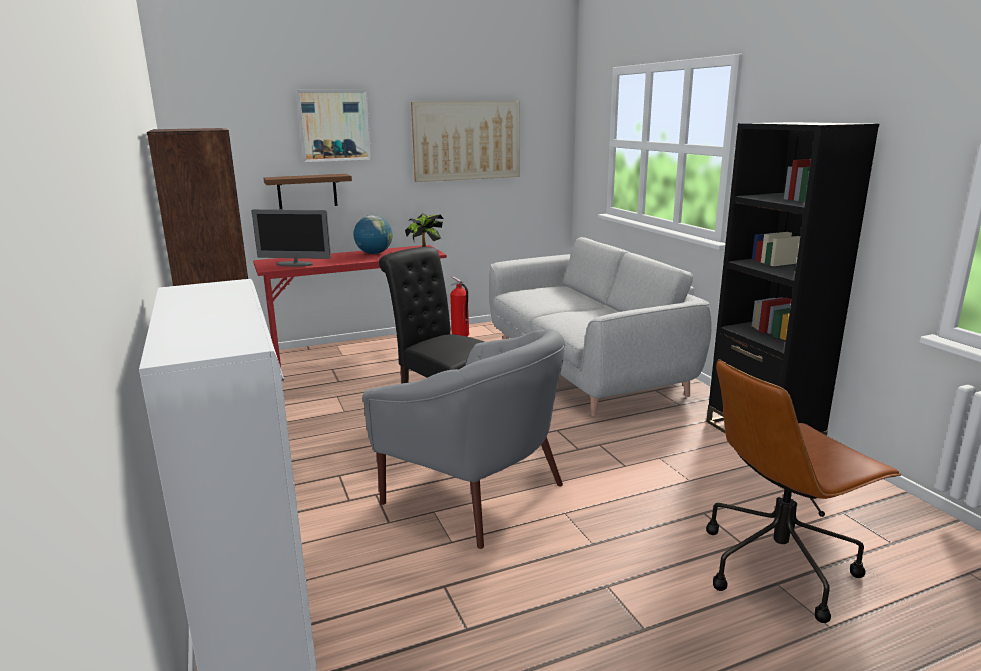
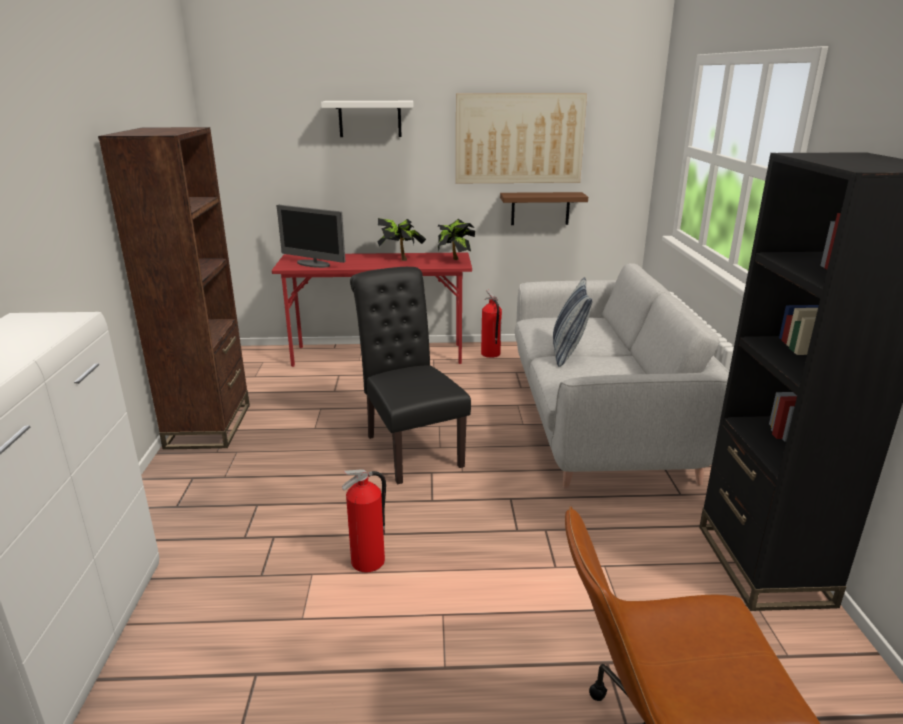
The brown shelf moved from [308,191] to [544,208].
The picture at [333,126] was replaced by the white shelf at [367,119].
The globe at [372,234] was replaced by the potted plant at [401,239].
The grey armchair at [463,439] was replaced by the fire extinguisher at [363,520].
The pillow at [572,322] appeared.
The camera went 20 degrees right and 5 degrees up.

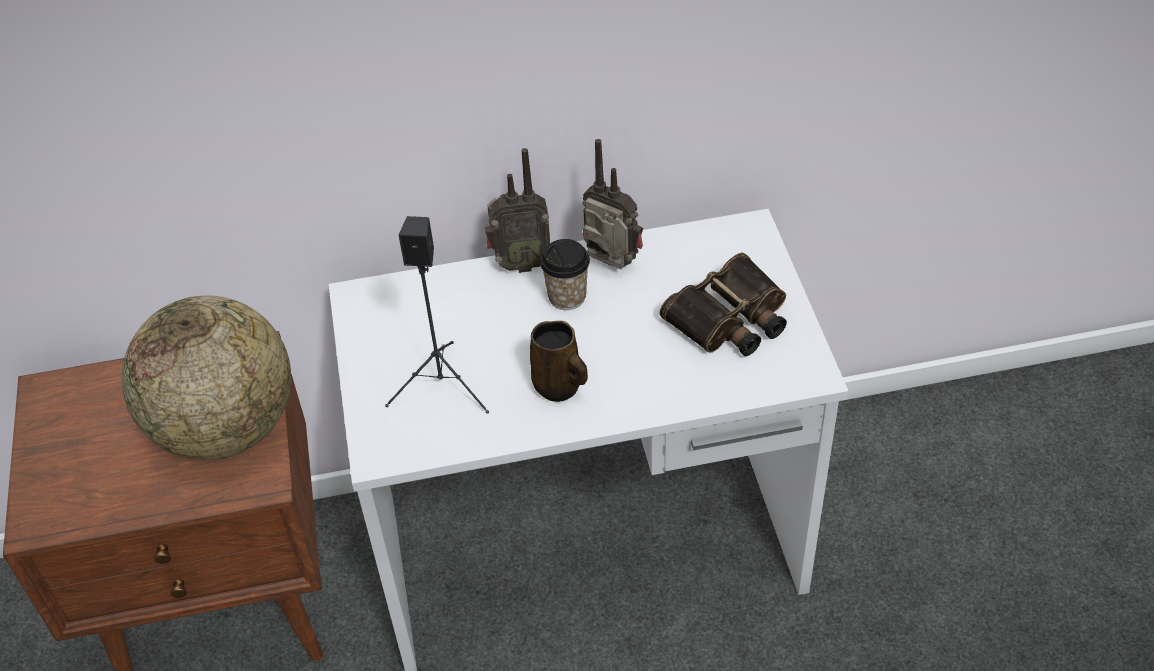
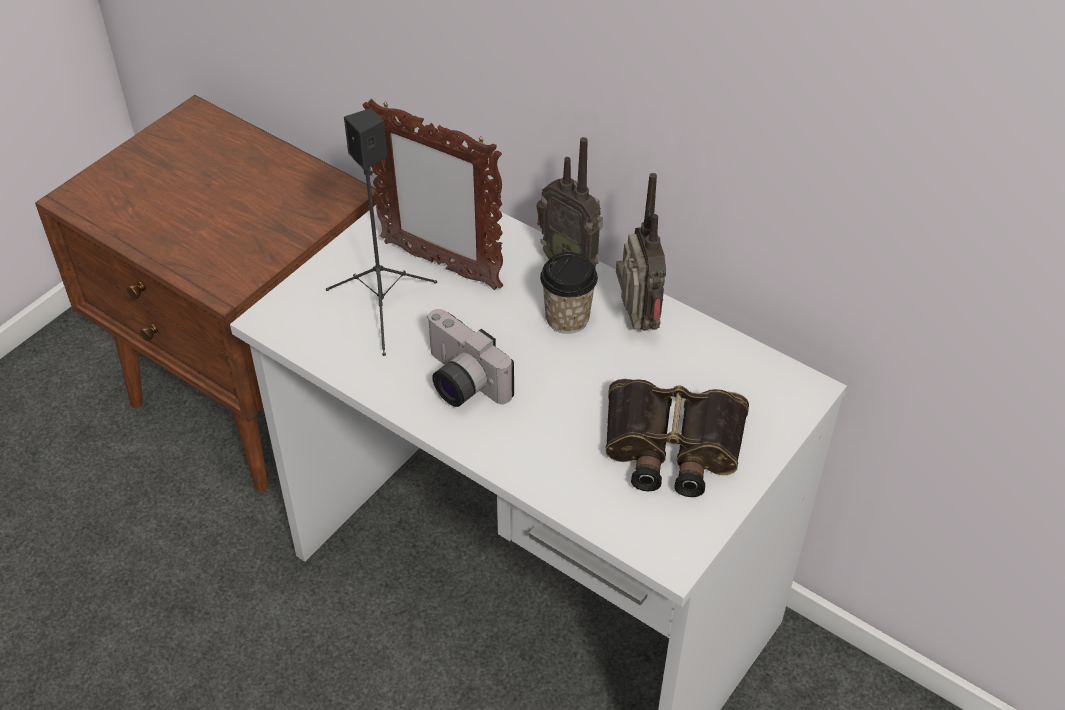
The globe at [206,377] disappeared.
The brown mug at [559,361] was replaced by the photo camera at [470,358].
The picture frame at [432,194] appeared.
The camera went 45 degrees right and 0 degrees up.

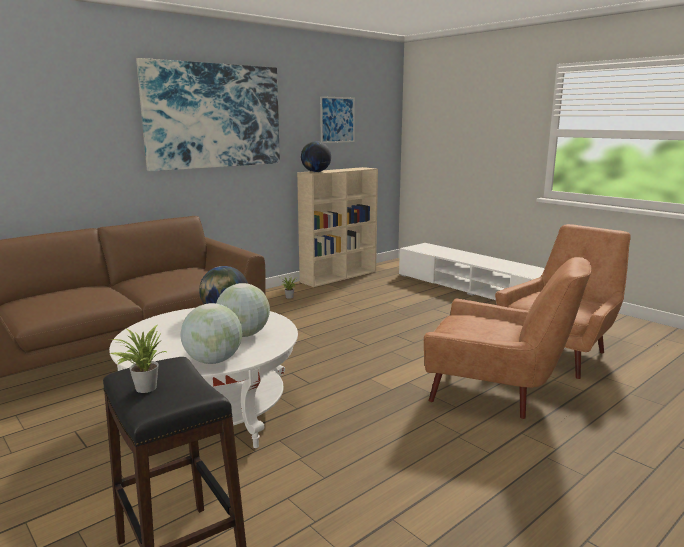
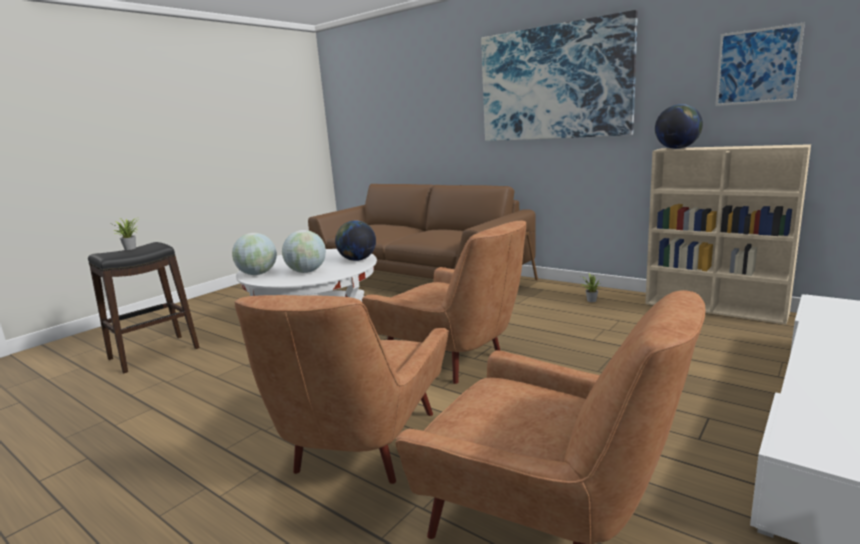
The brown armchair at [444,302] appeared.
The camera went 80 degrees right and 0 degrees up.

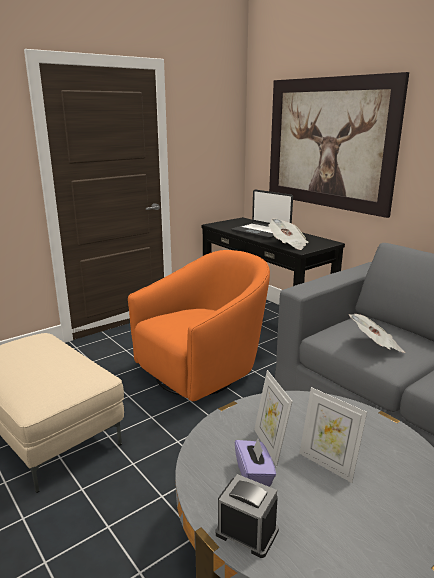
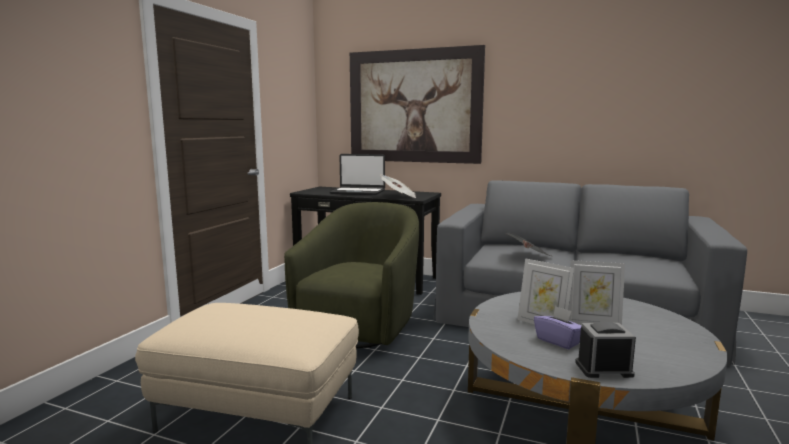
The orange armchair at [199,325] became the green armchair at [351,275].
The camera went 30 degrees left and 10 degrees down.

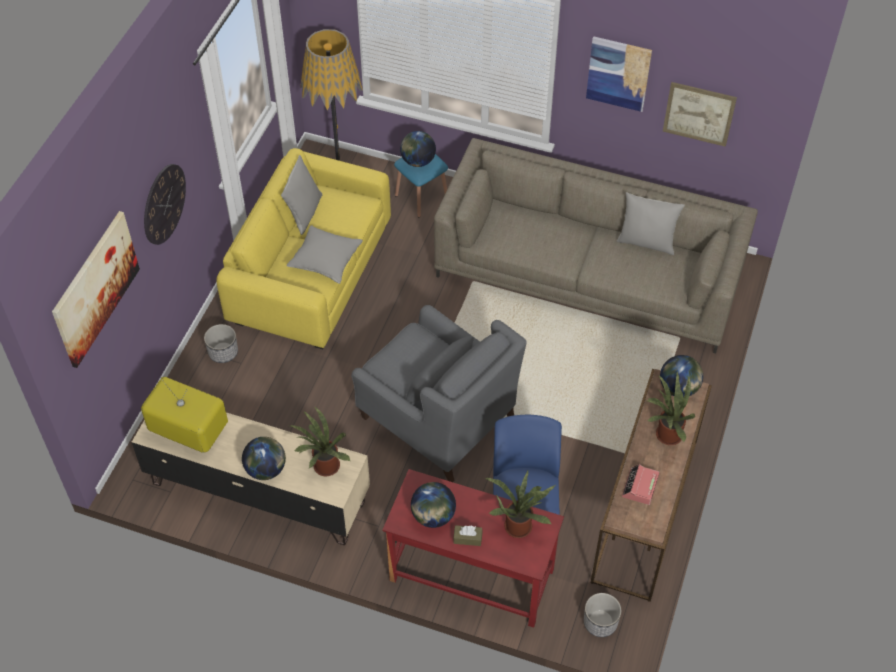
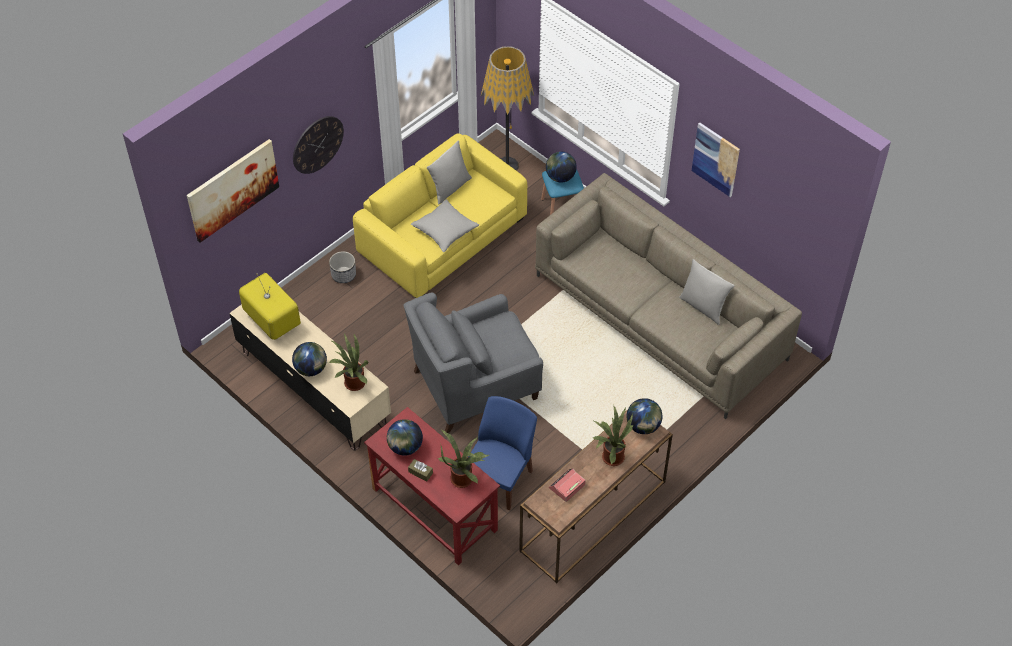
The grey armchair at [439,393] turned 90 degrees clockwise.
The planter at [602,615] disappeared.
The picture at [700,114] disappeared.
The camera went 25 degrees right and 0 degrees up.

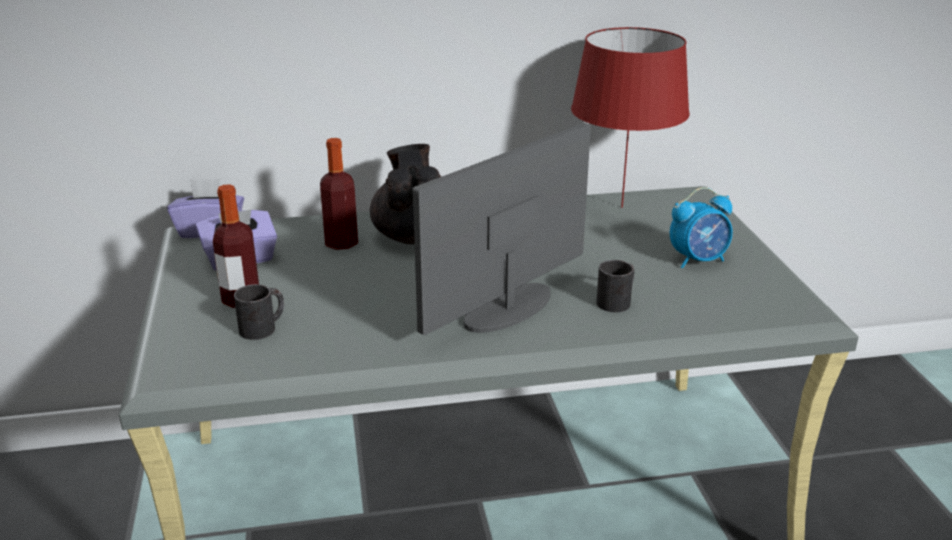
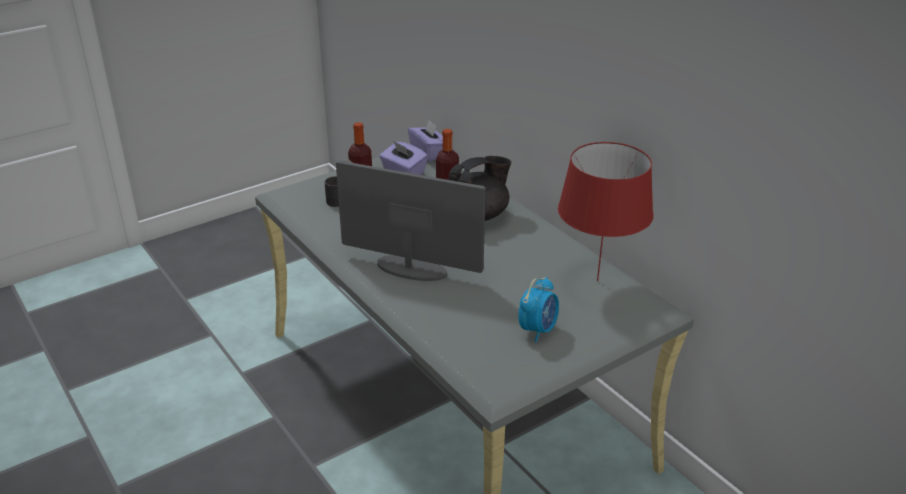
The black mug at [615,286] disappeared.
The alarm clock at [701,227] turned 105 degrees counterclockwise.
The camera went 65 degrees right and 5 degrees up.

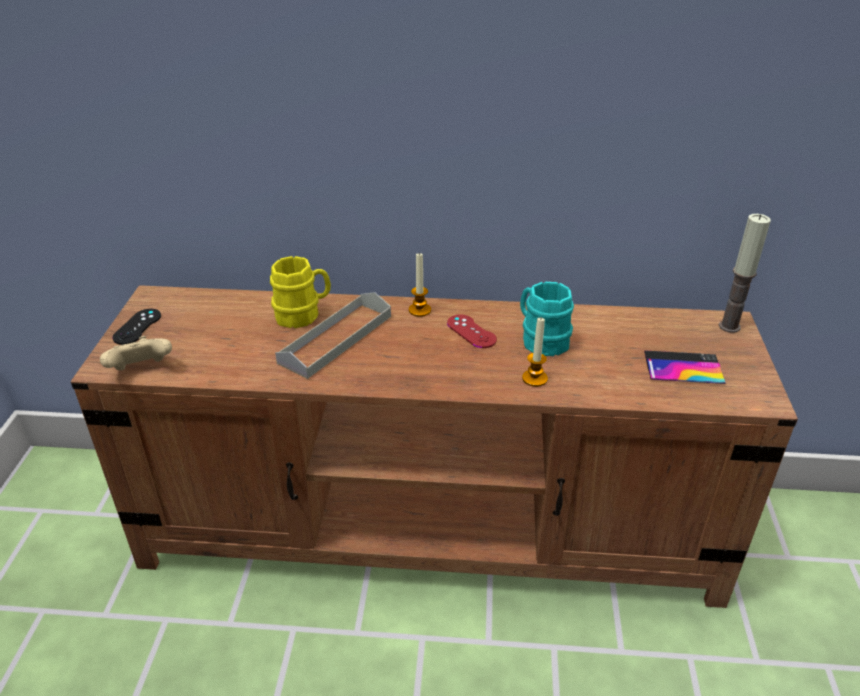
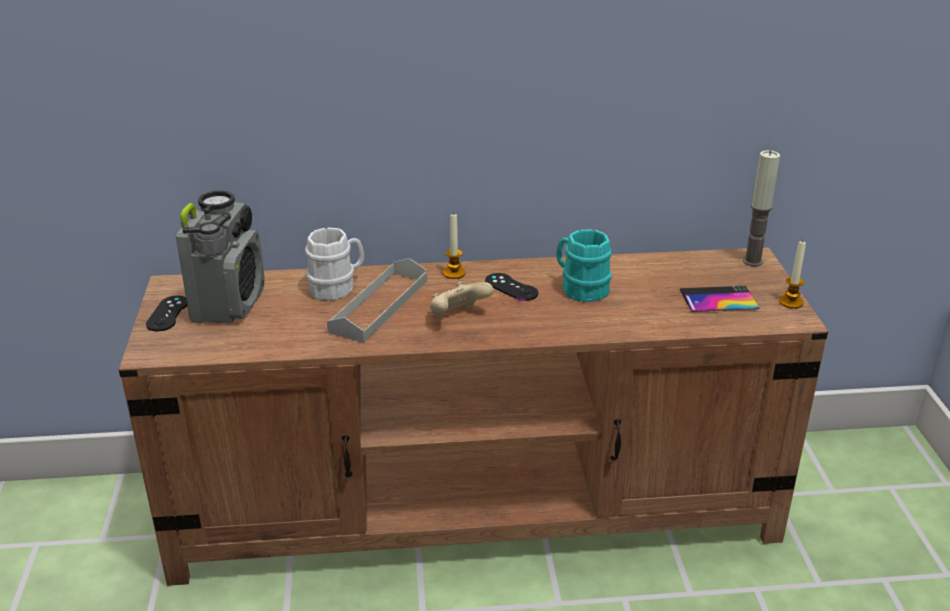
The beige game controller moved from [136,353] to [461,300].
The yellow mug at [300,292] became the white mug at [334,264].
The red game controller at [472,331] became the black game controller at [511,287].
The candle moved from [535,352] to [792,274].
The radio at [220,257] appeared.
The camera went 10 degrees left and 5 degrees down.

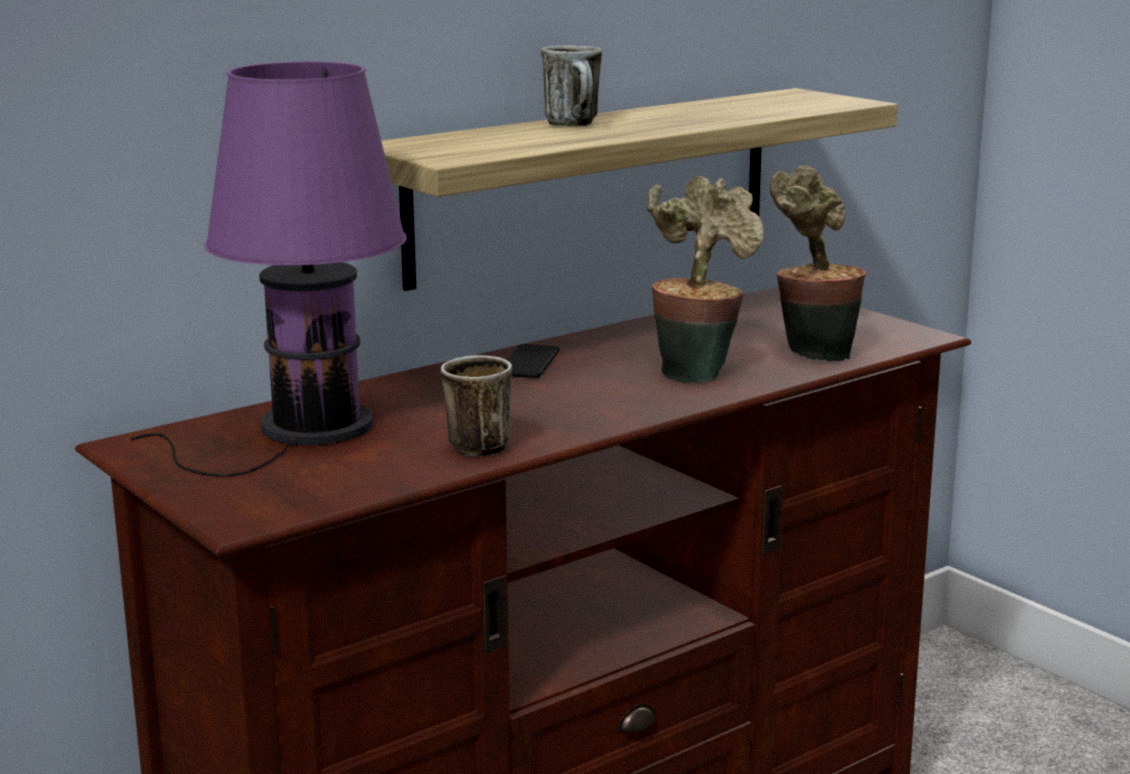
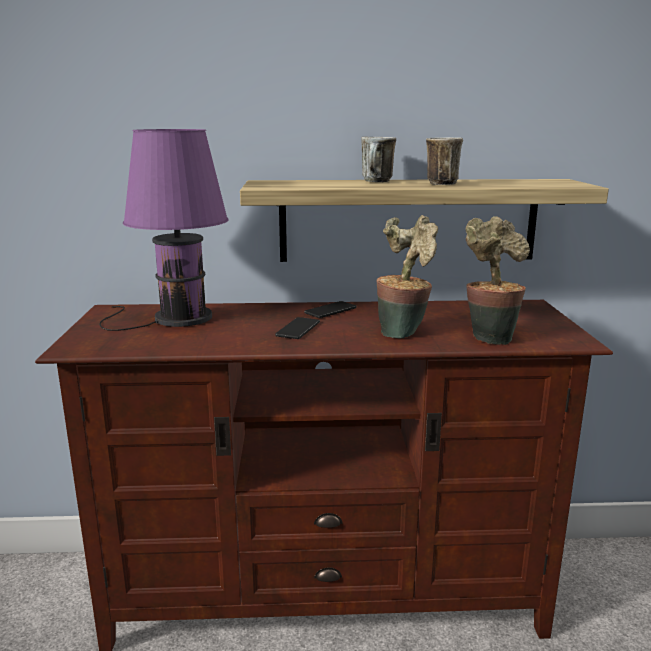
The mug moved from [476,406] to [444,161].
The phone at [297,328] appeared.
The camera went 35 degrees right and 0 degrees up.

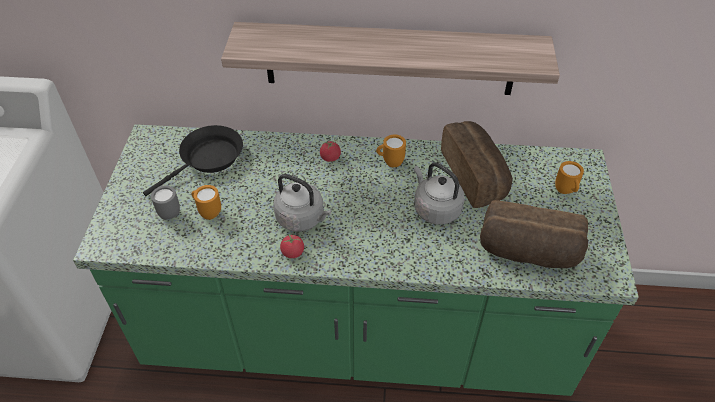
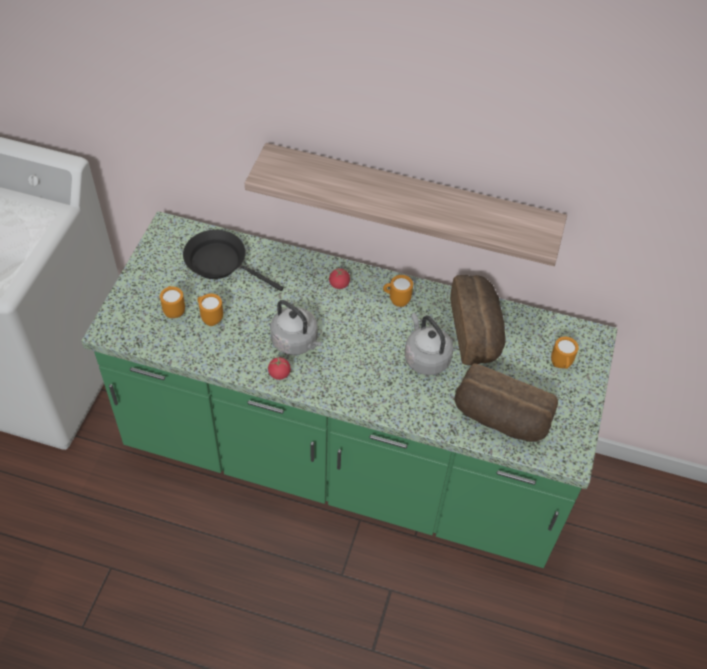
The black frying pan at [193,160] turned 120 degrees counterclockwise.
The grey mug at [165,203] became the orange mug at [172,302].
The camera went 10 degrees right and 5 degrees up.

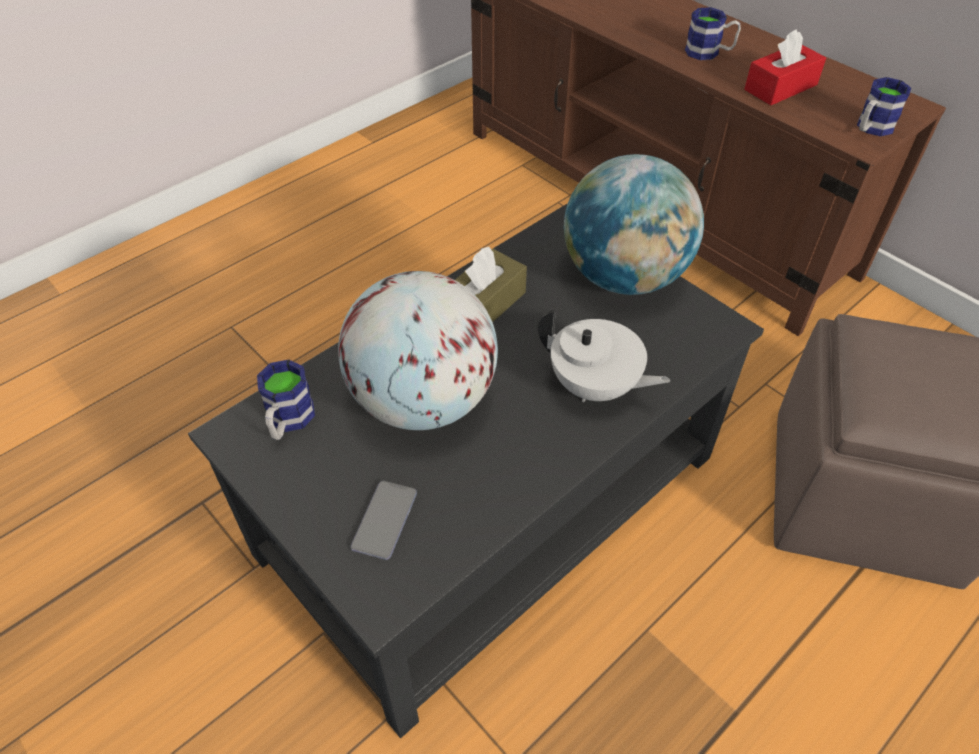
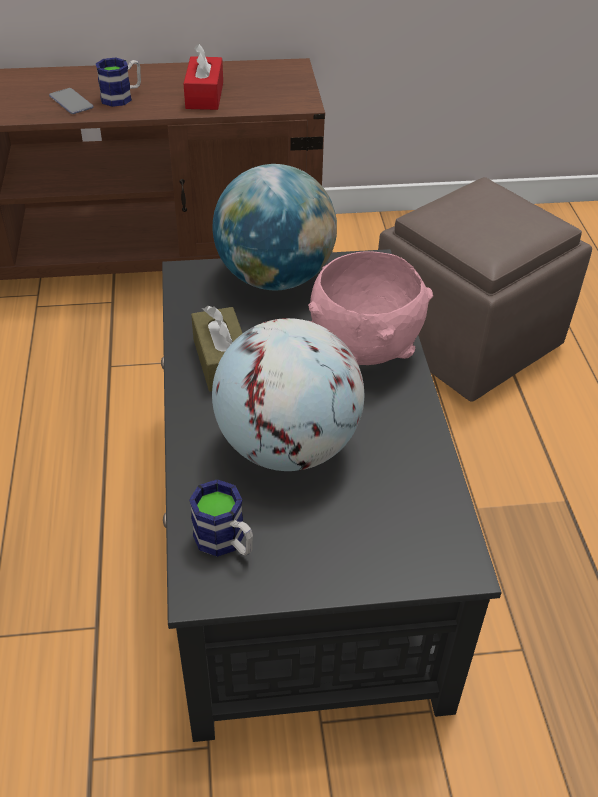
The phone moved from [383,520] to [71,101].
The white teapot at [604,355] was replaced by the pink bowl at [370,308].
The mug at [884,106] disappeared.
The camera went 55 degrees left and 5 degrees down.

